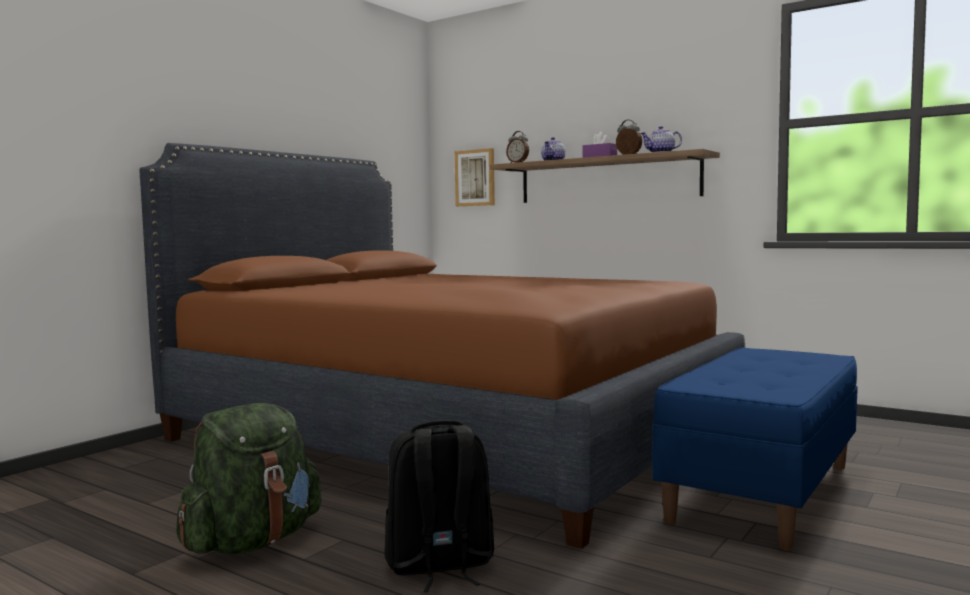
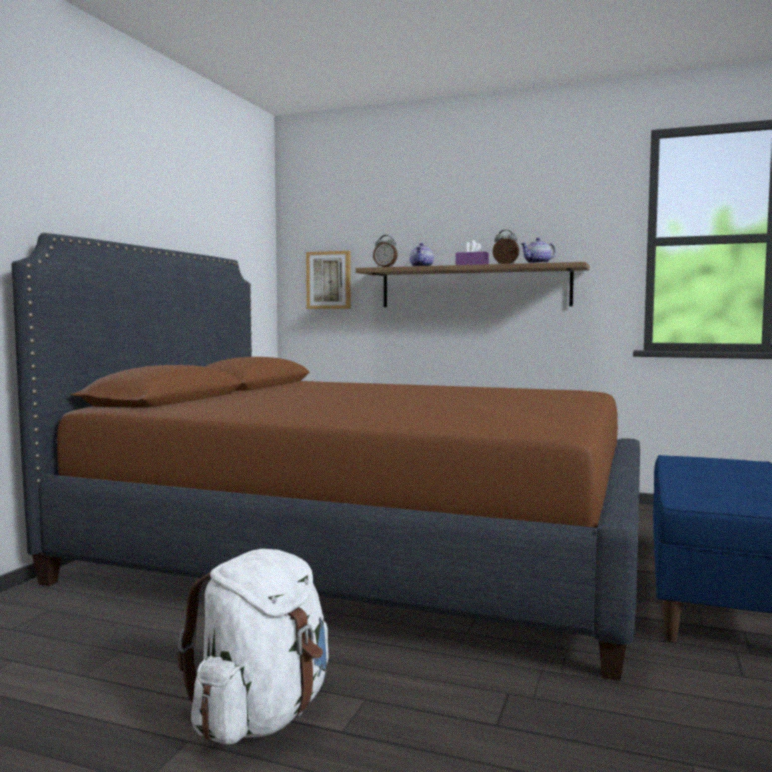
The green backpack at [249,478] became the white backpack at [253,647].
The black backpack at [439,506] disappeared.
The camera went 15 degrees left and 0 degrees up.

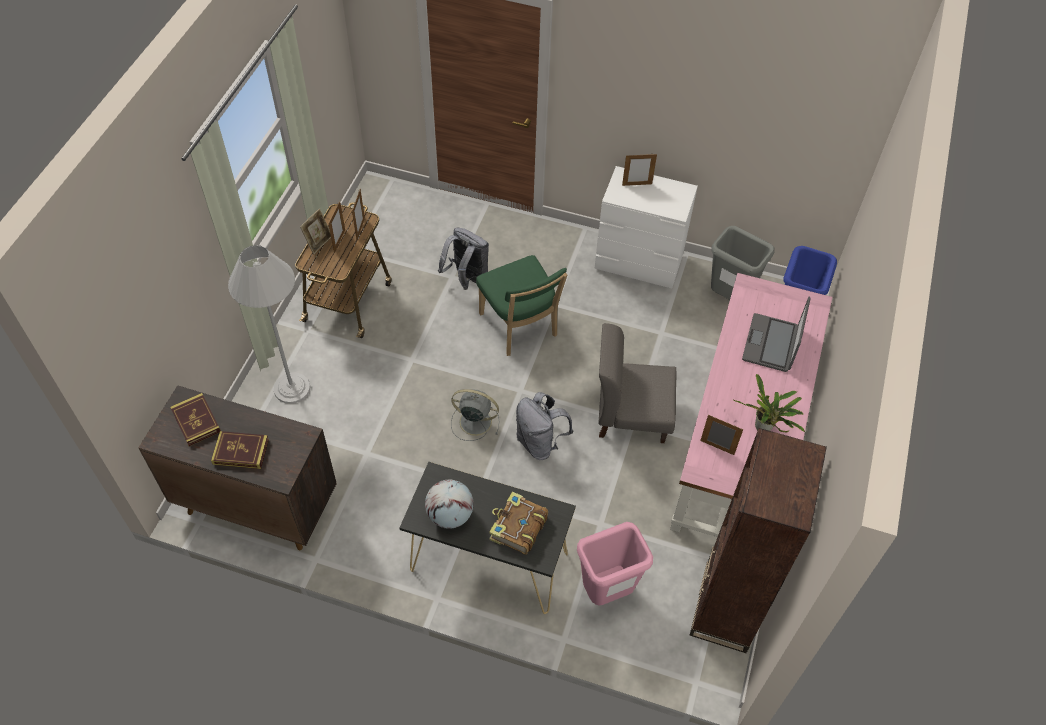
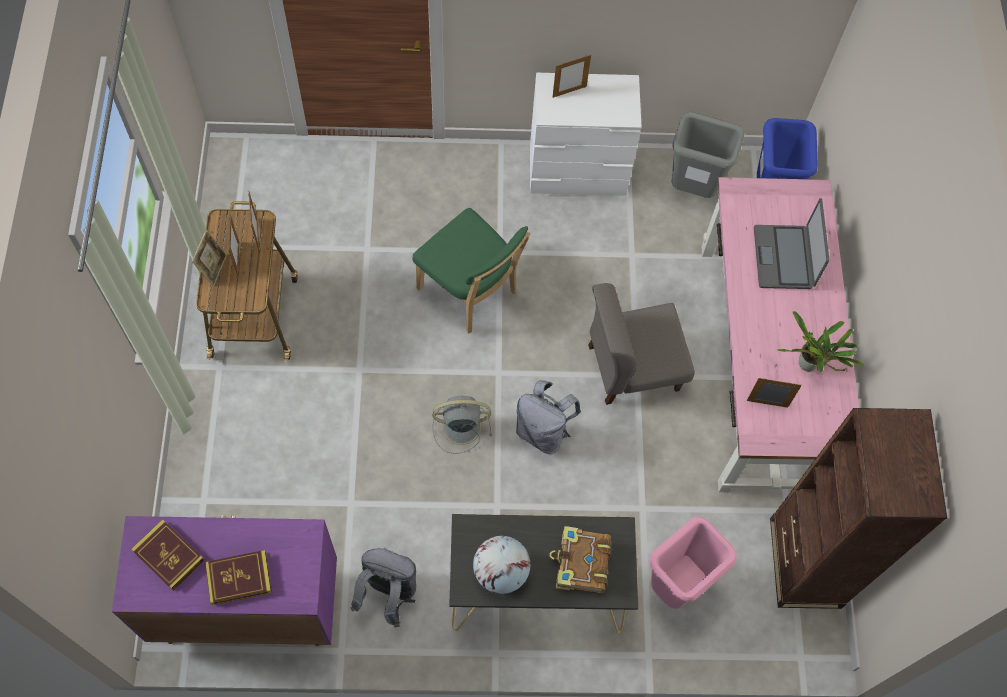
The brown cabinet at [237,467] became the purple cabinet at [224,580].
The white floor lamp at [269,324] disappeared.
The grey backpack moved from [463,259] to [383,588].
The camera went 20 degrees left and 10 degrees up.

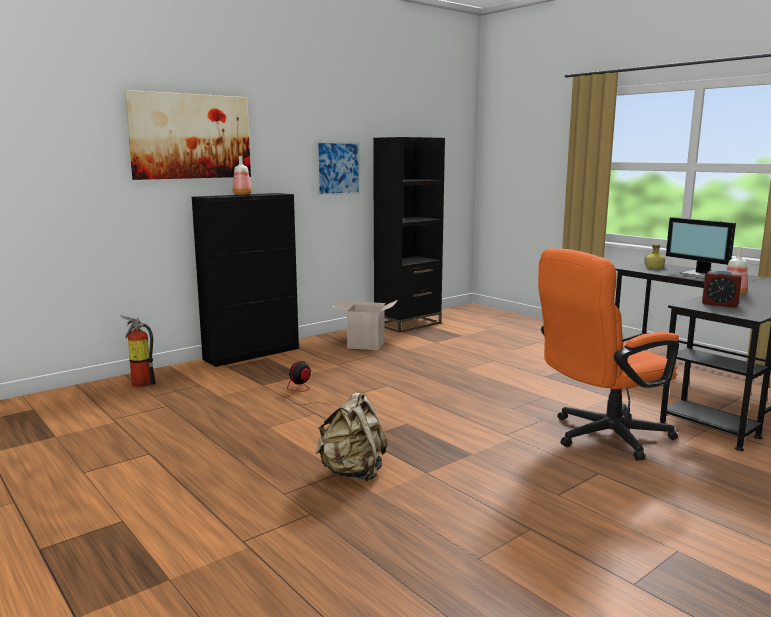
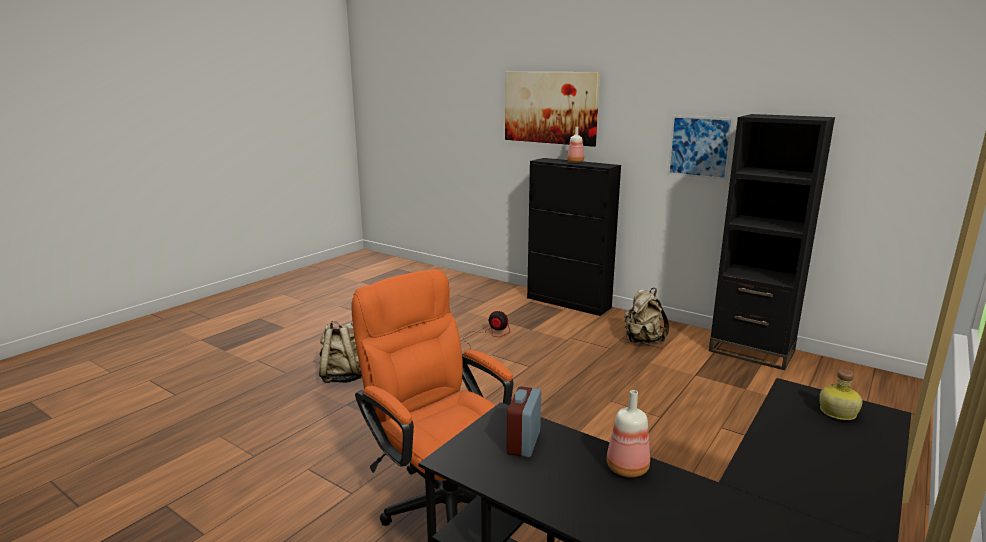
The fire extinguisher at [138,351] disappeared.
The cardboard box at [365,325] was replaced by the beige backpack at [646,316].
The monitor at [701,248] disappeared.
The camera went 75 degrees right and 5 degrees up.

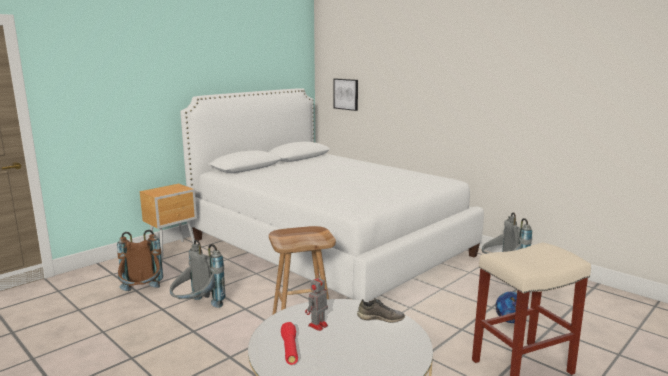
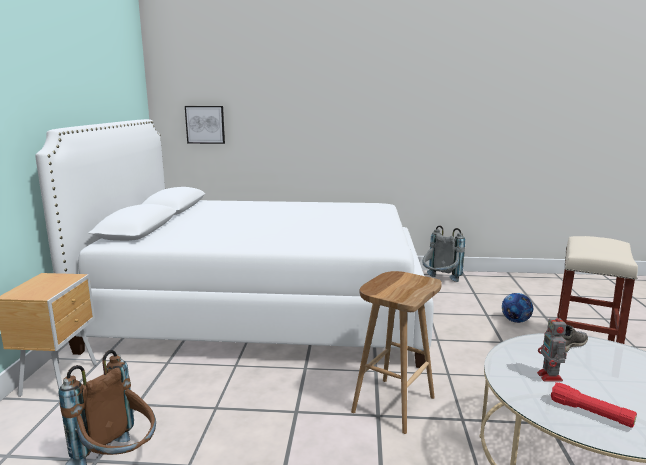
The grey backpack at [198,274] disappeared.
The camera went 40 degrees left and 0 degrees up.

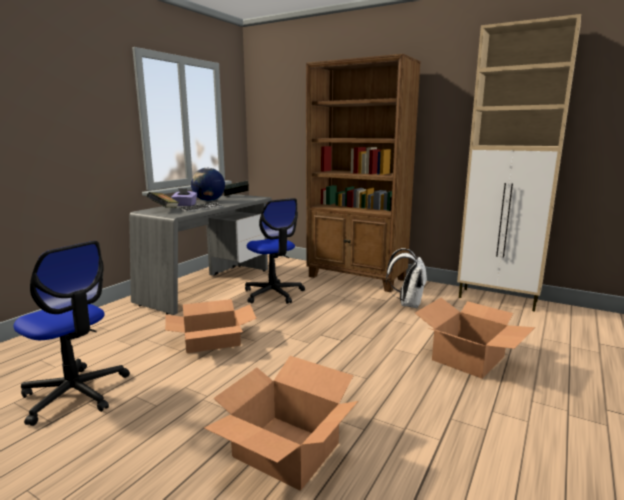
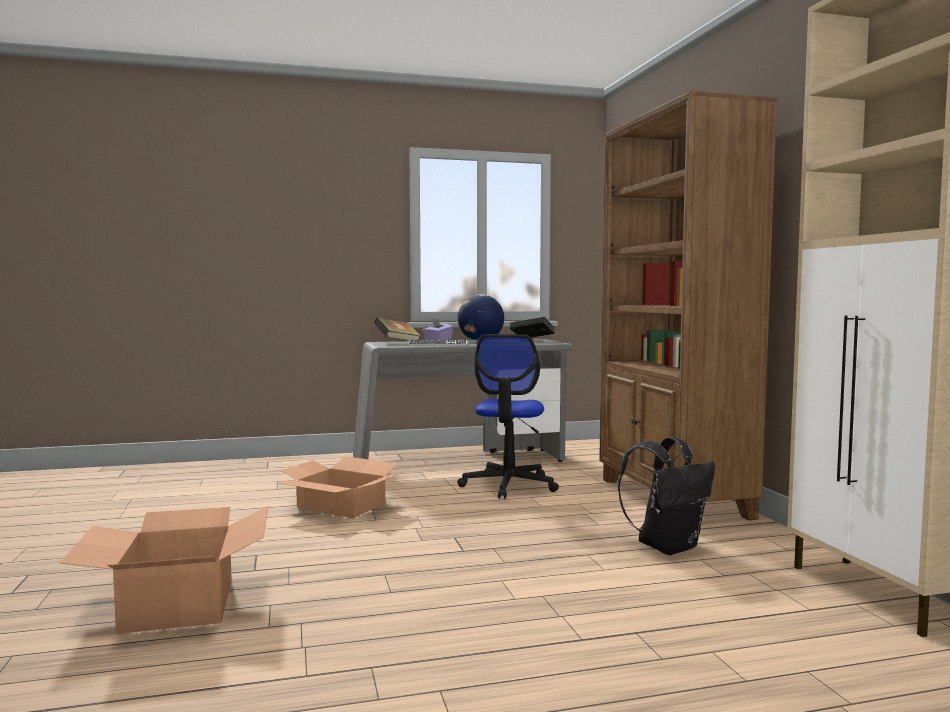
The office chair at [72,333] disappeared.
The white backpack at [406,278] became the black backpack at [666,496].
The cardboard box at [475,338] disappeared.
The camera went 45 degrees right and 10 degrees down.

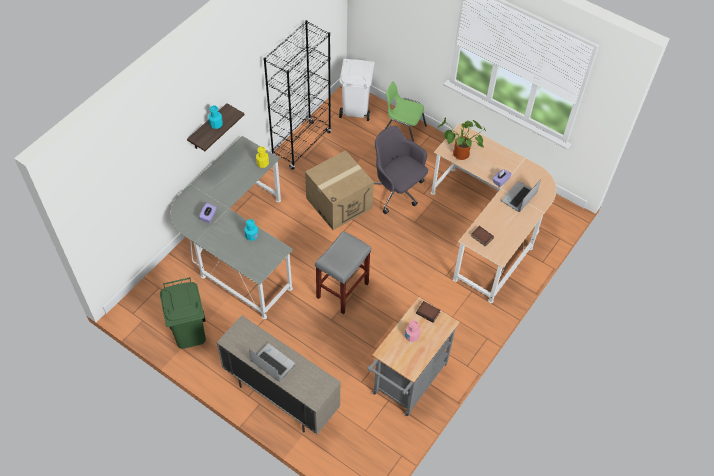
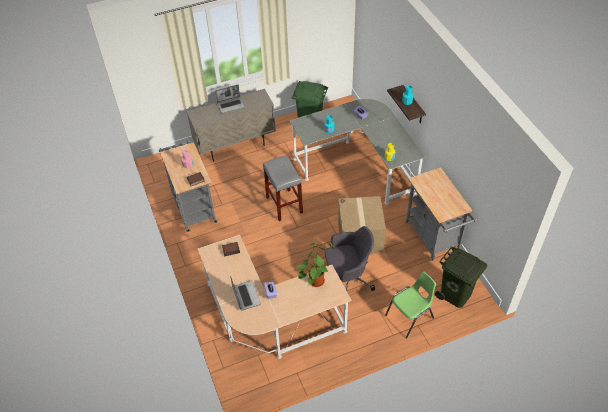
The black bookcase at [297,95] was replaced by the grey cart at [441,214].
The white trash can at [357,90] became the green trash can at [461,277].
The camera went 125 degrees right and 5 degrees down.

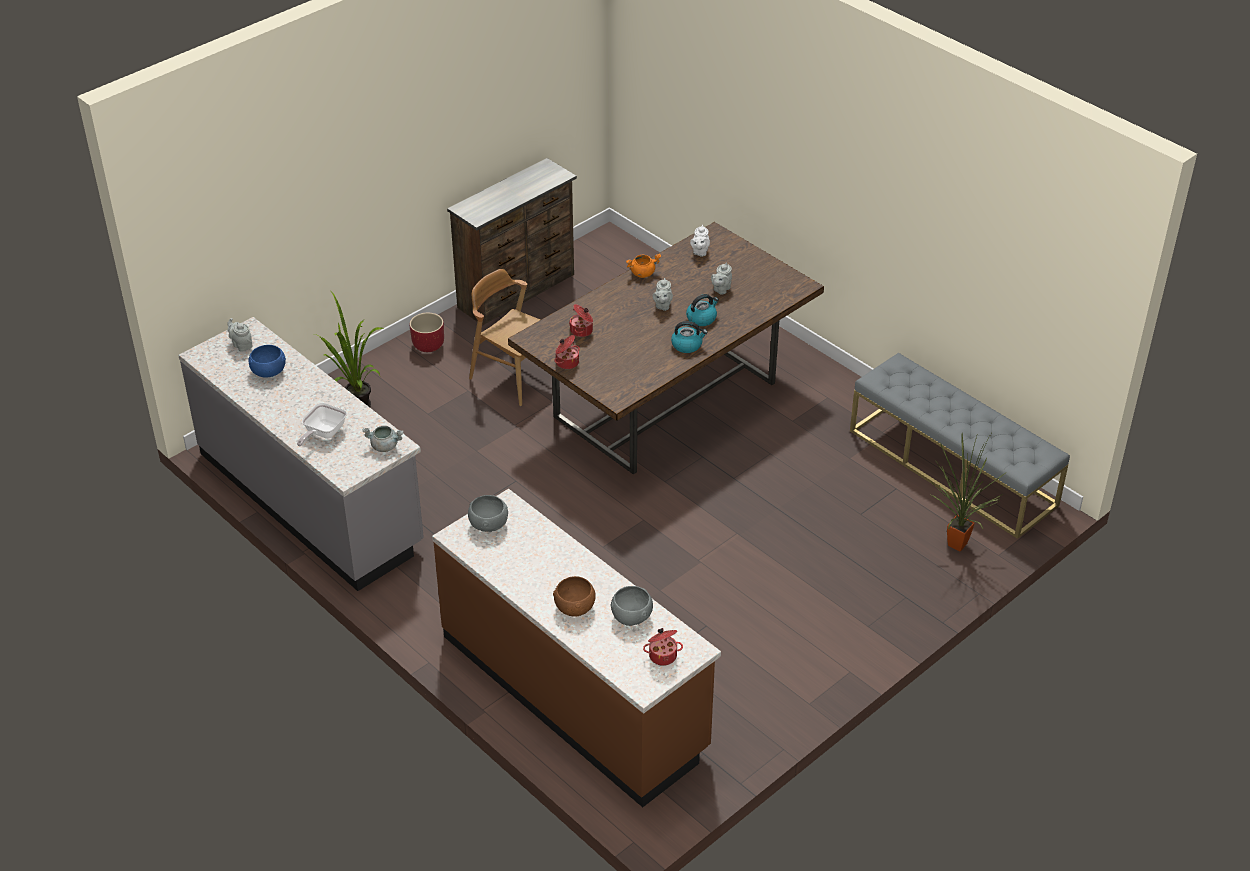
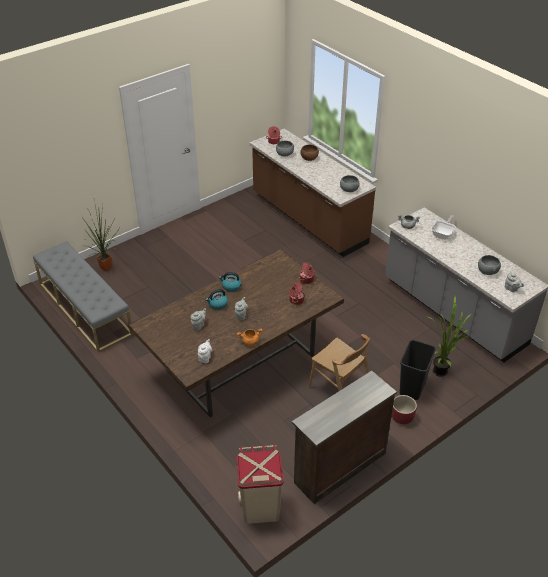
The blue bowl at [267,361] became the grey bowl at [489,265].
The beige trash can at [260,484] appeared.
The black trash can at [417,370] appeared.
The camera went 175 degrees left and 0 degrees up.

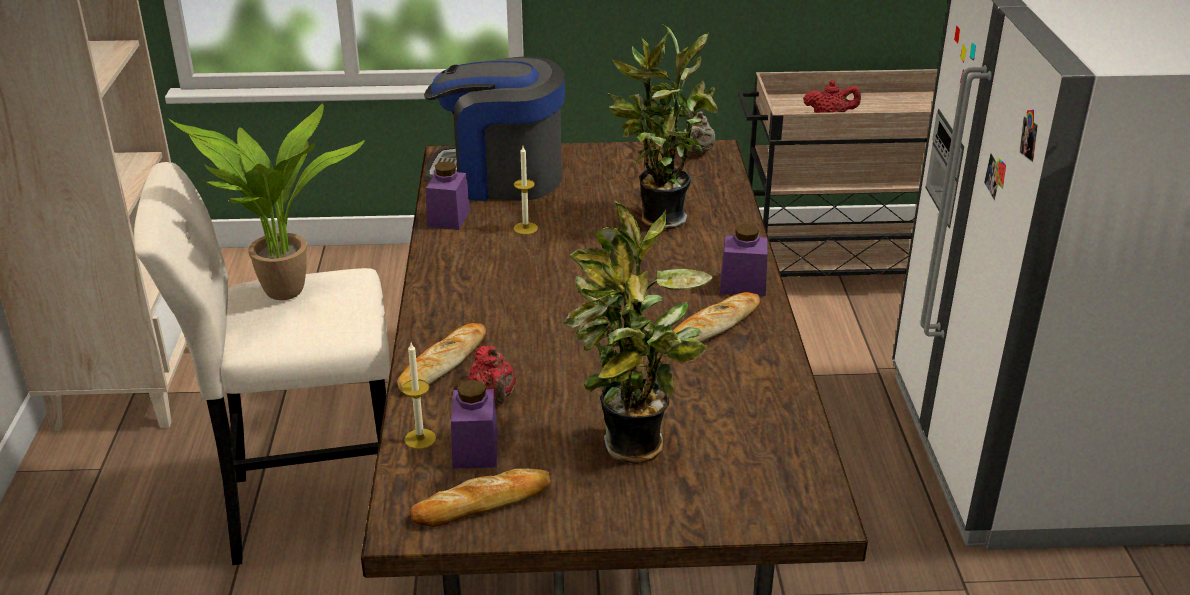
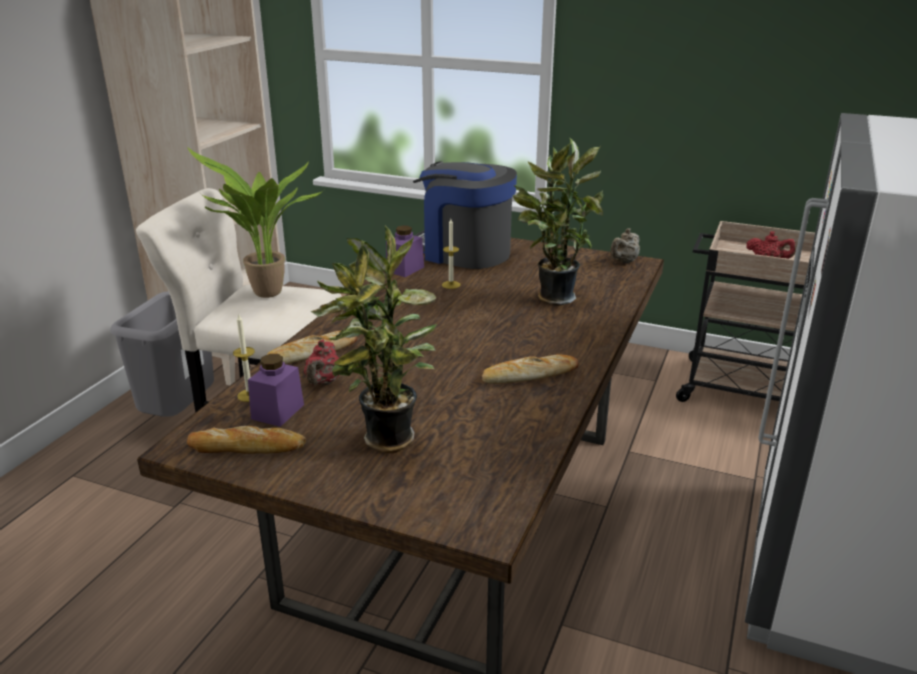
The purple jar at [743,260] disappeared.
The grey trash can at [162,354] appeared.
The camera went 25 degrees right and 5 degrees down.

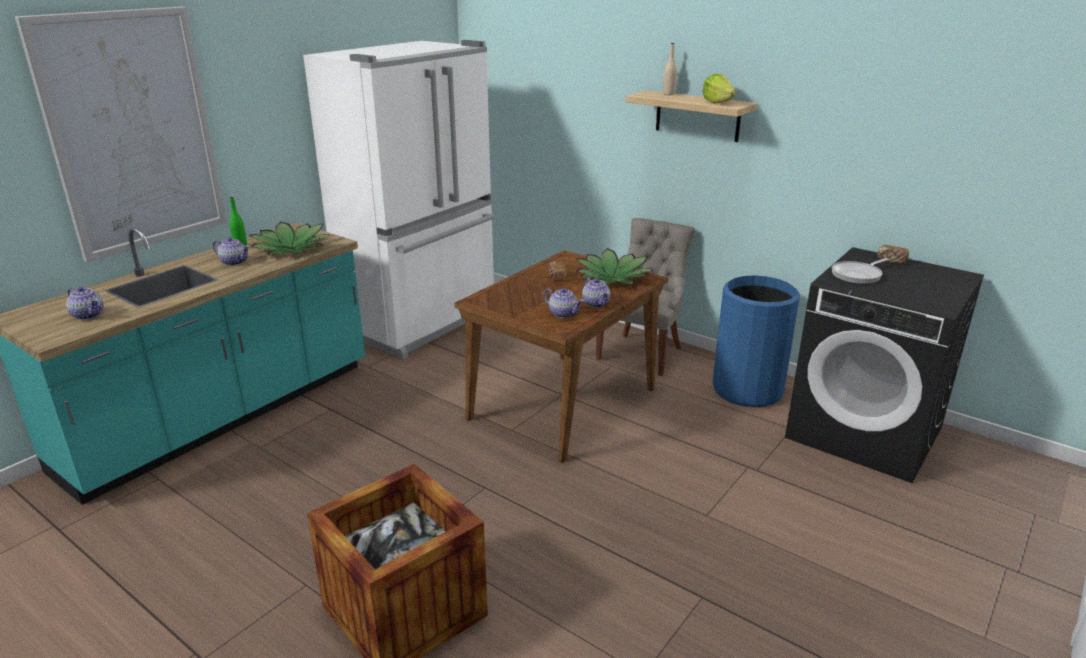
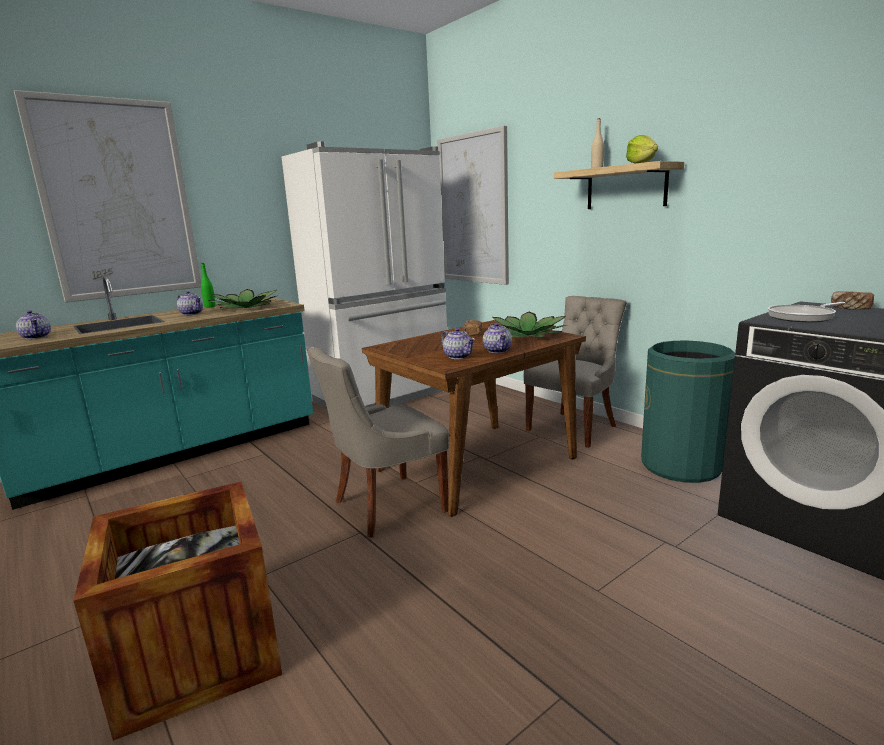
The blue trash can at [756,341] became the green trash can at [688,412].
The grey chair at [378,442] appeared.
The picture at [473,205] appeared.
The camera went 15 degrees right and 10 degrees down.

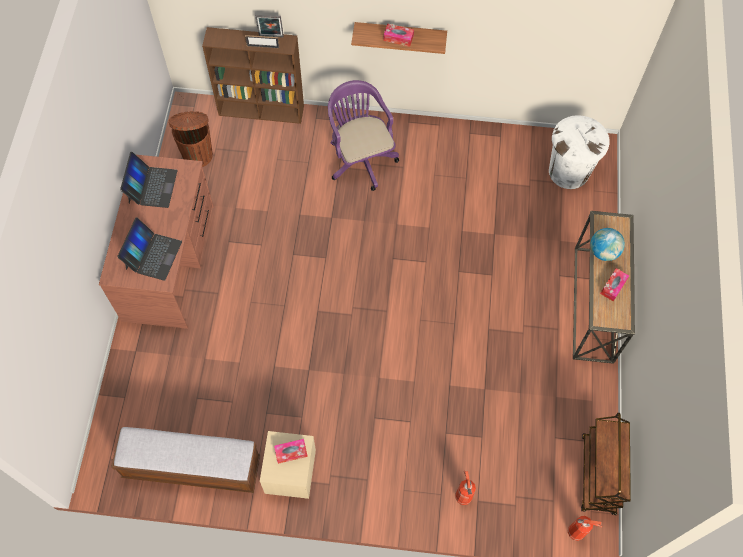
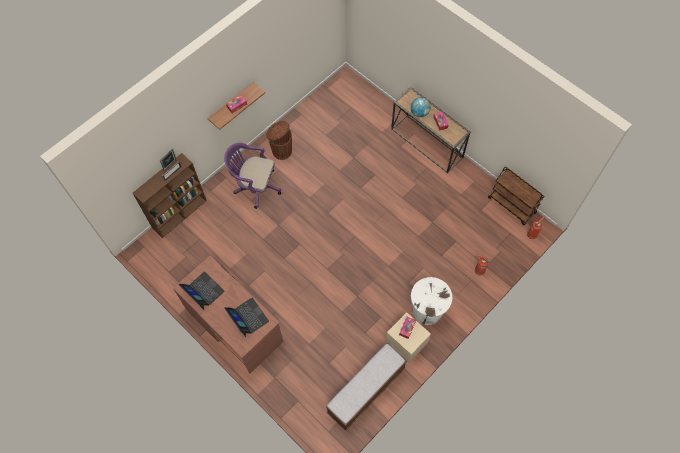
The brown trash can moved from [191,139] to [279,140].
The white trash can moved from [579,152] to [431,301].
The camera went 50 degrees left and 0 degrees up.

